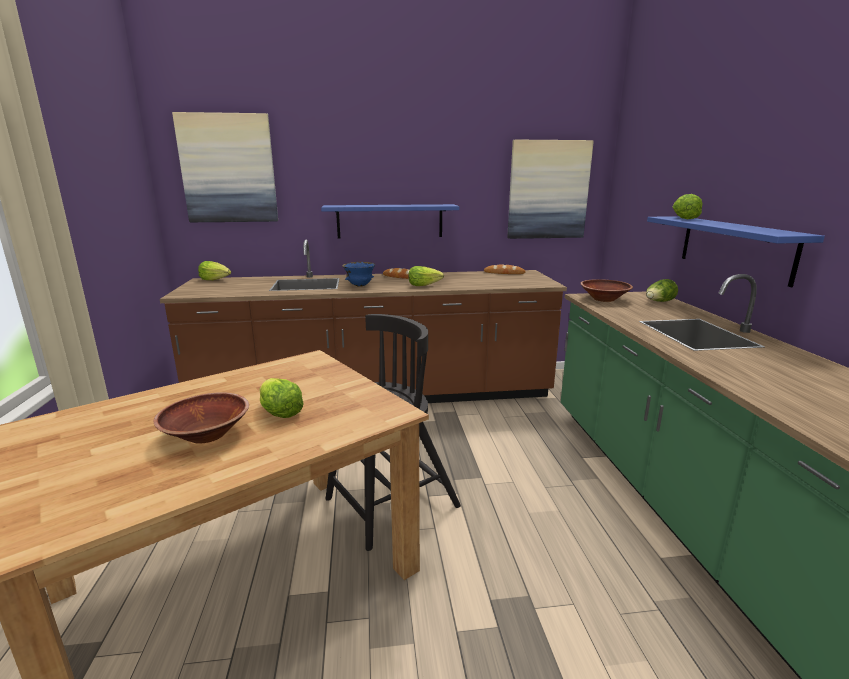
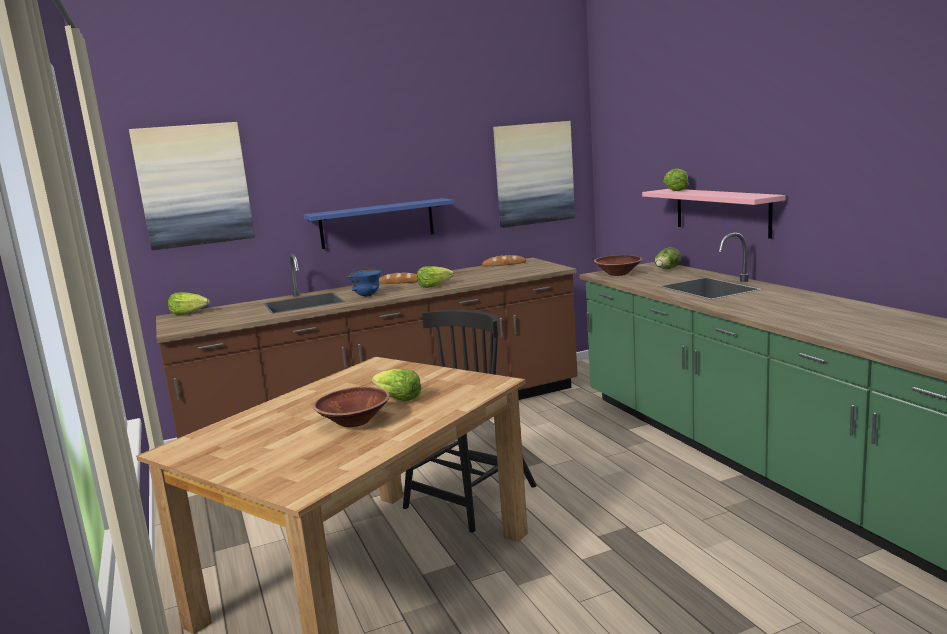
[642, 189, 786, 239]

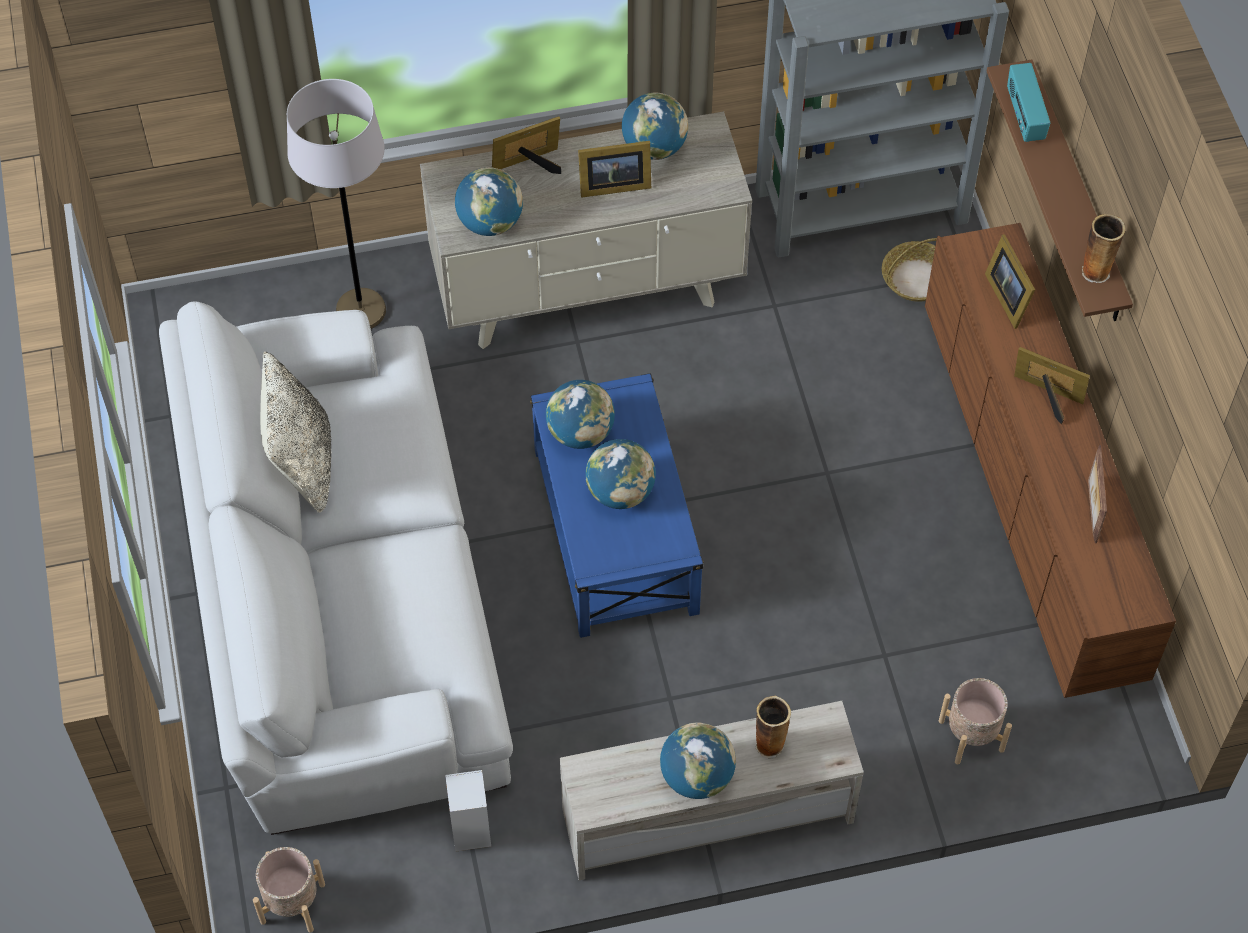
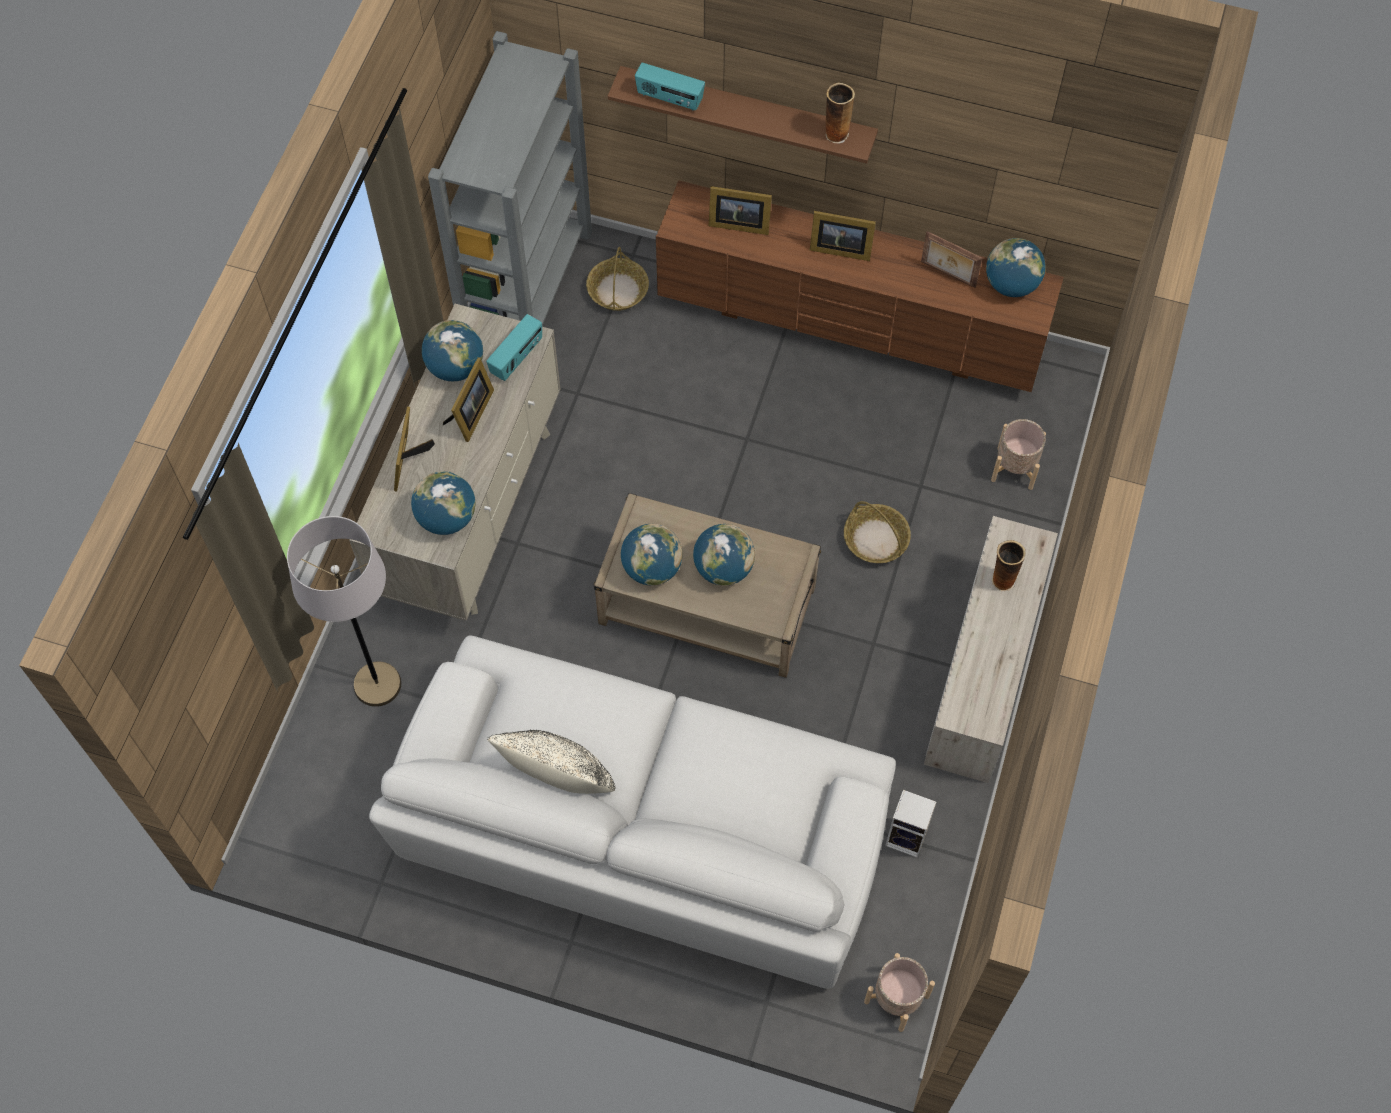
[486, 314, 542, 381]
[594, 493, 821, 678]
[810, 211, 876, 261]
[844, 501, 911, 563]
[986, 238, 1046, 297]

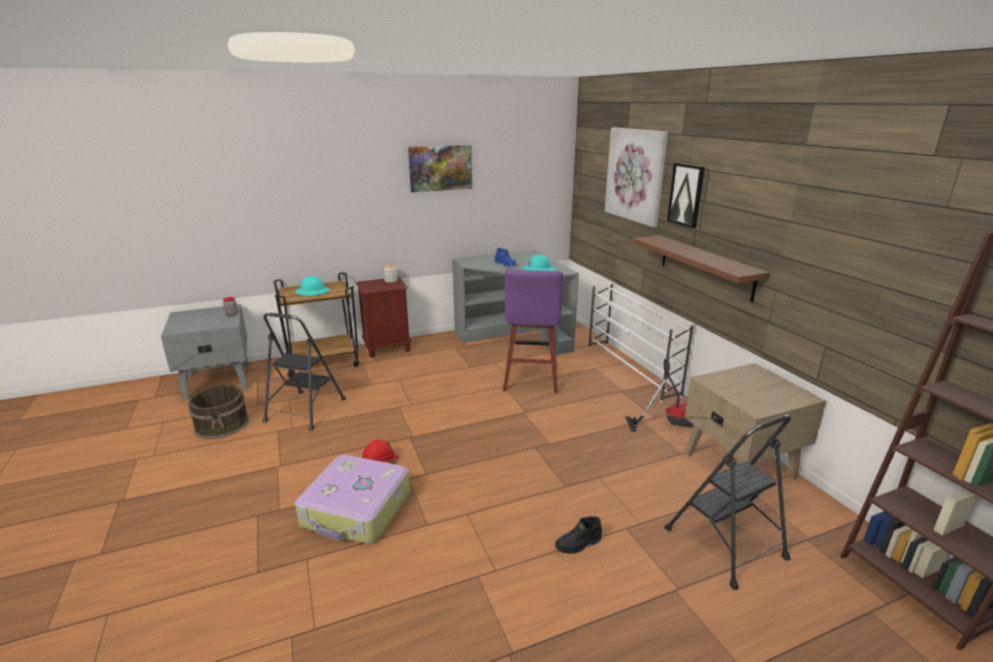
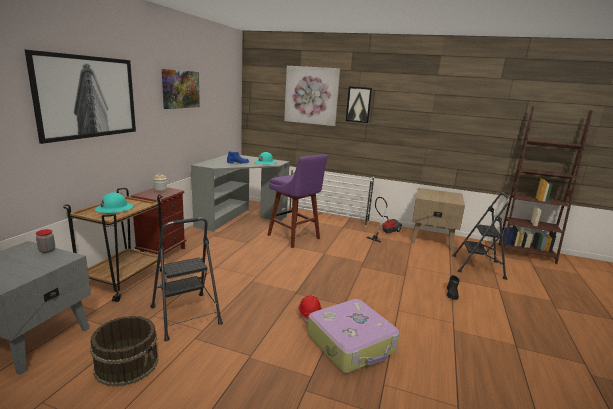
[24, 49, 136, 144]
[633, 235, 770, 302] (first image)

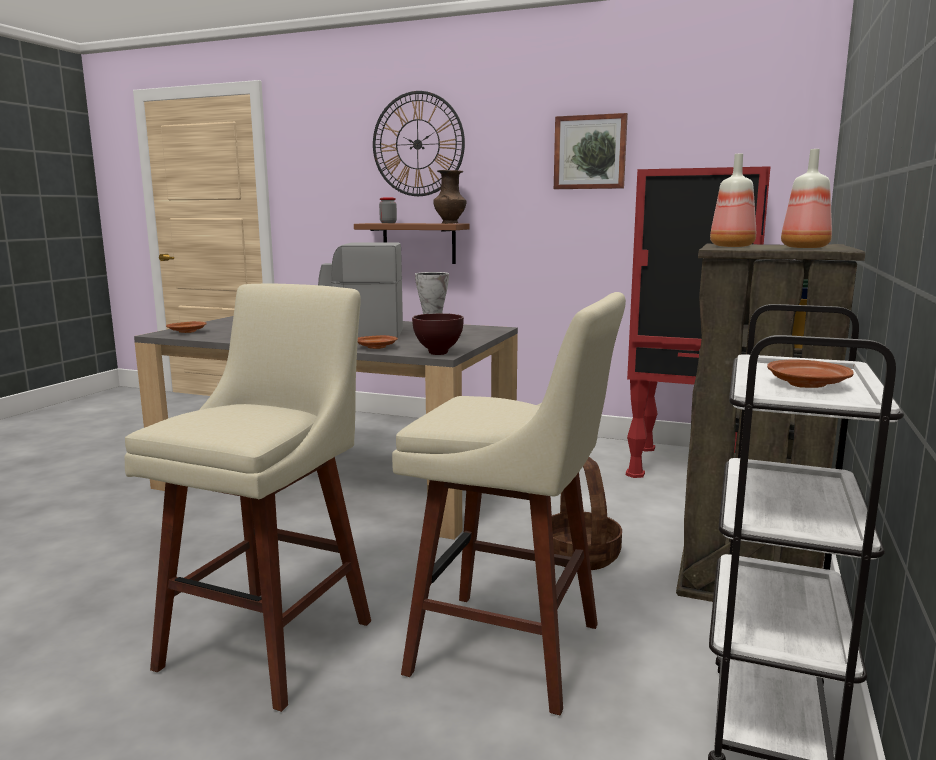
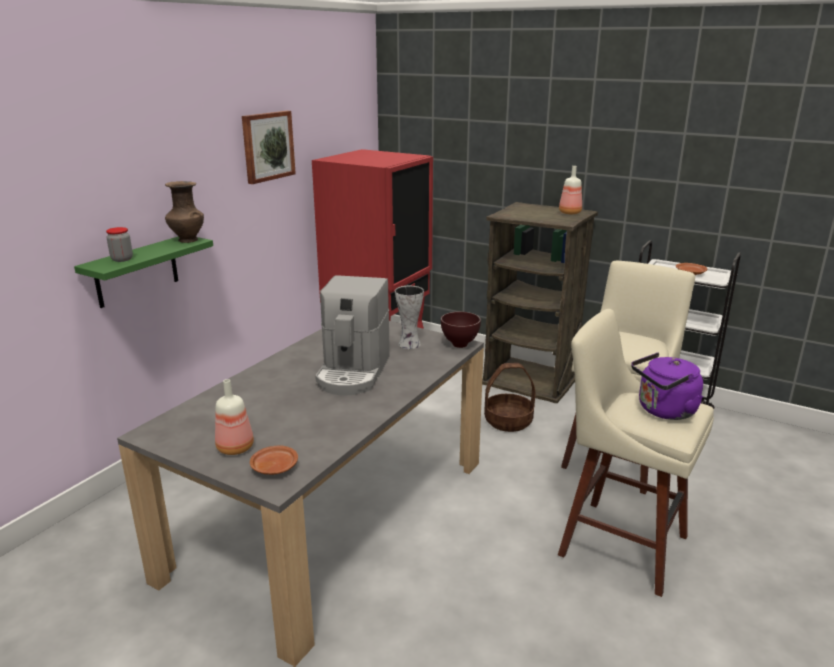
[74, 236, 213, 308]
[215, 379, 254, 455]
[631, 353, 703, 420]
[358, 335, 398, 349] (first image)
[373, 91, 465, 196] (first image)

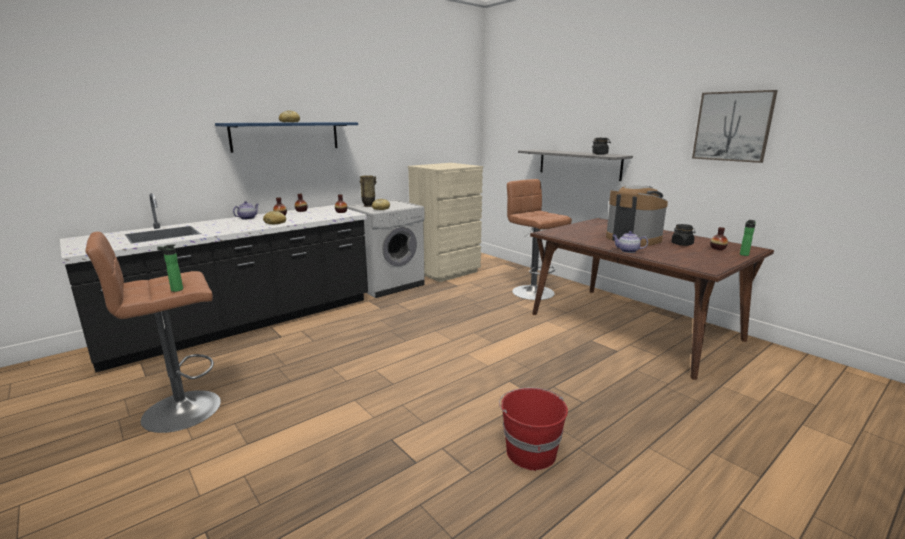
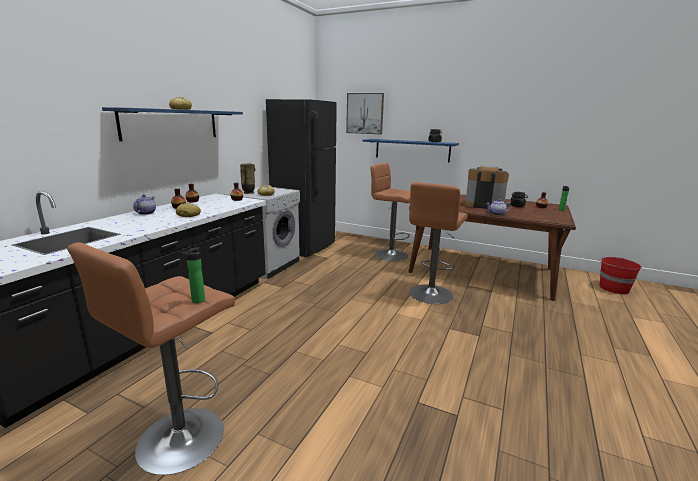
[266, 99, 337, 257]
[346, 93, 384, 134]
[362, 139, 459, 163]
[409, 182, 467, 304]
[599, 257, 641, 294]

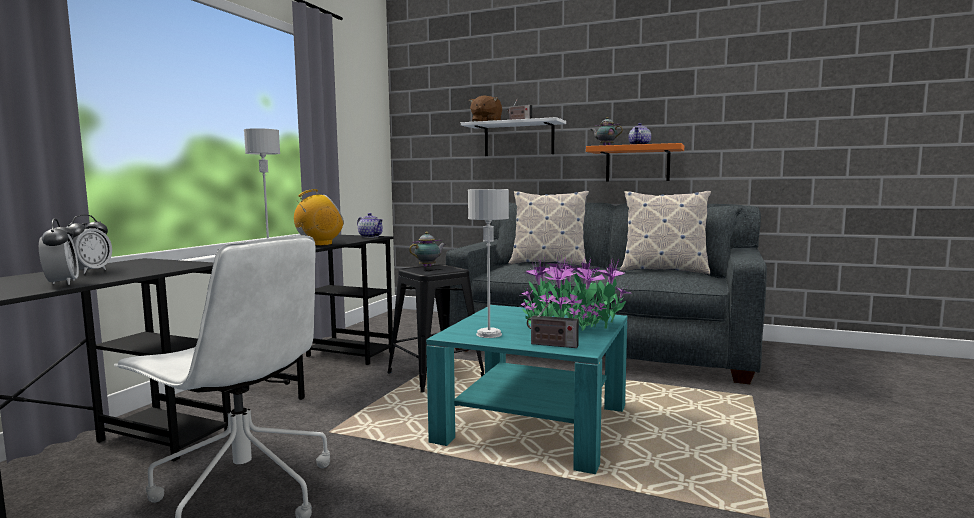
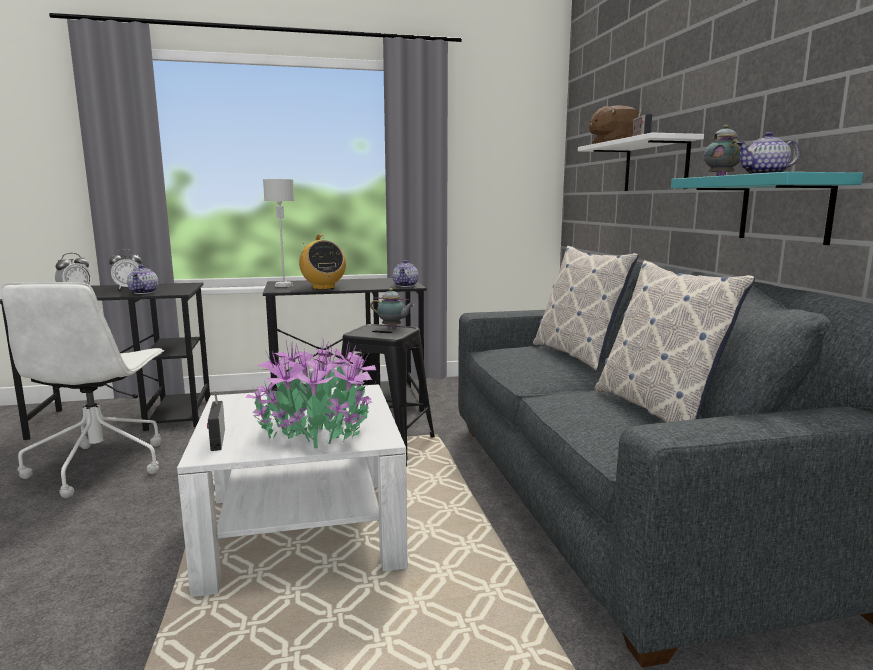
[127, 265, 158, 294]
[177, 384, 408, 597]
[299, 234, 346, 290]
[671, 172, 863, 245]
[468, 189, 509, 338] (first image)

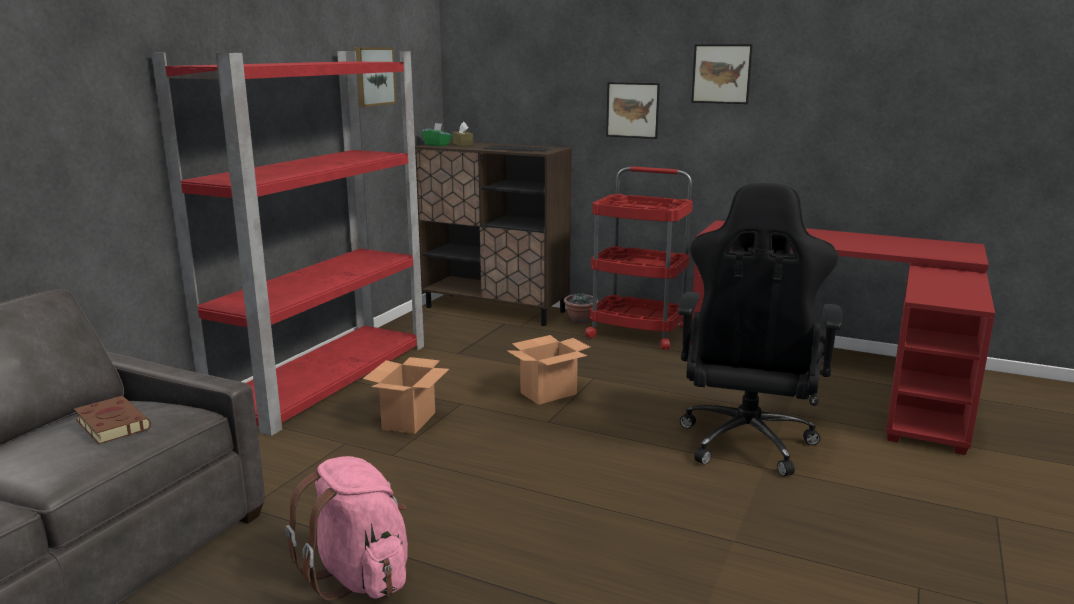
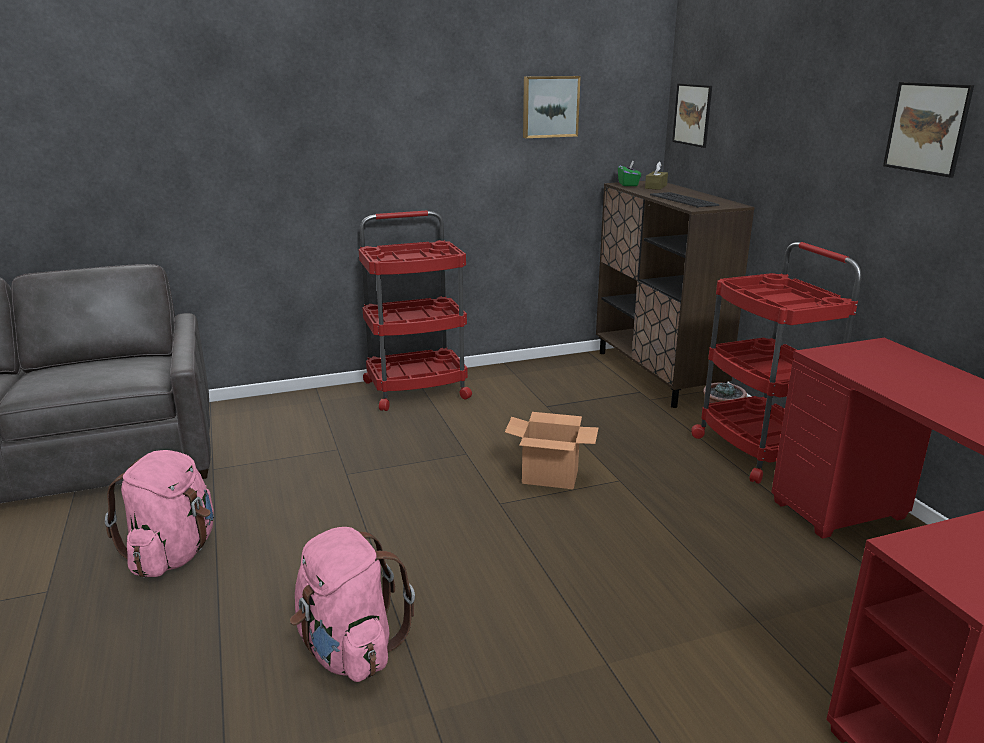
[290, 527, 415, 682]
[359, 211, 472, 411]
[672, 83, 712, 148]
[74, 396, 151, 444] (first image)
[363, 357, 449, 434] (first image)
[678, 183, 843, 476] (first image)

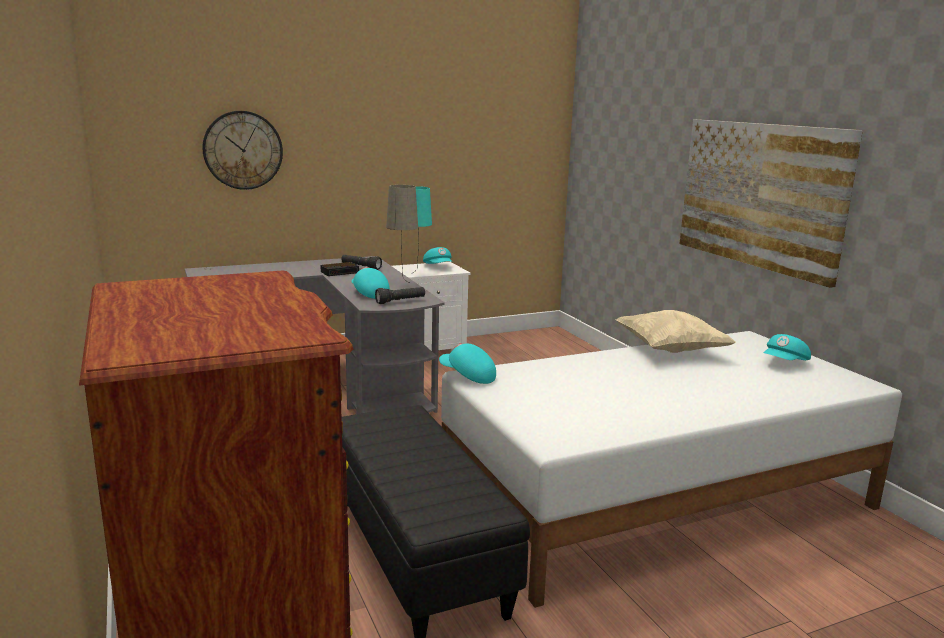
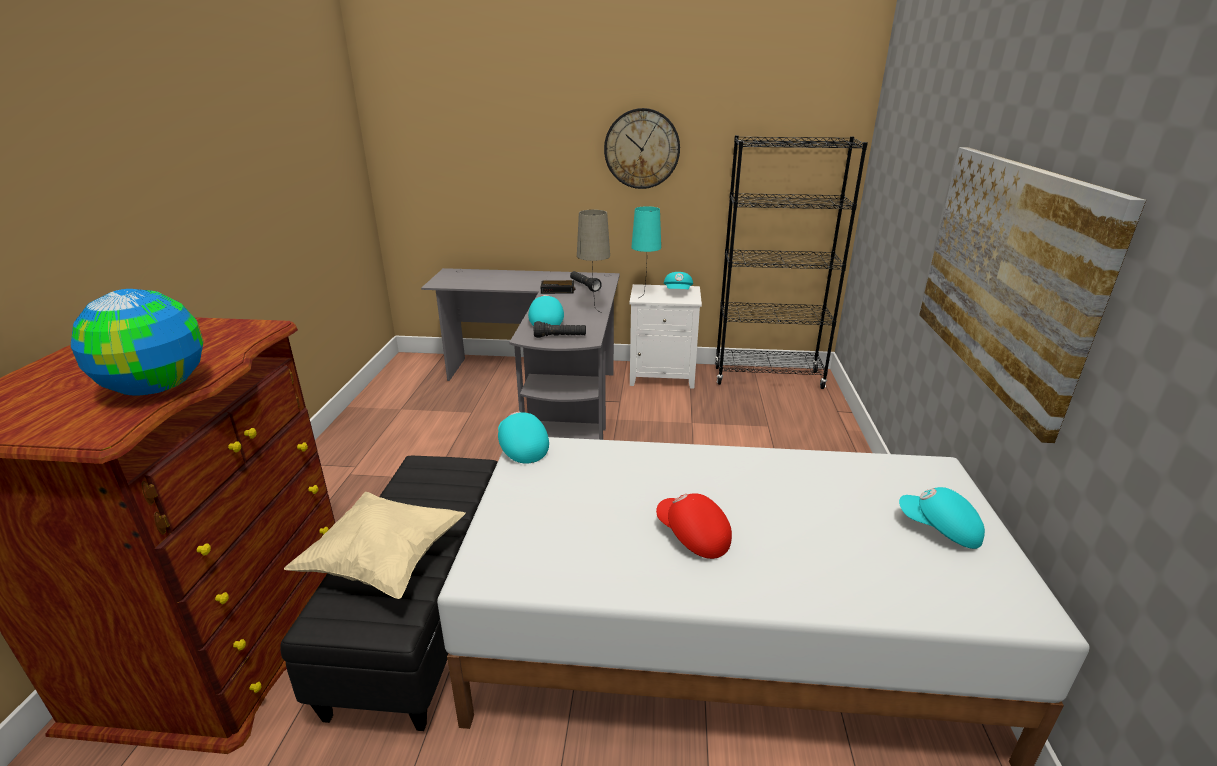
[71, 289, 203, 396]
[284, 492, 466, 599]
[604, 108, 680, 189]
[656, 493, 732, 559]
[715, 135, 868, 389]
[899, 487, 985, 549]

